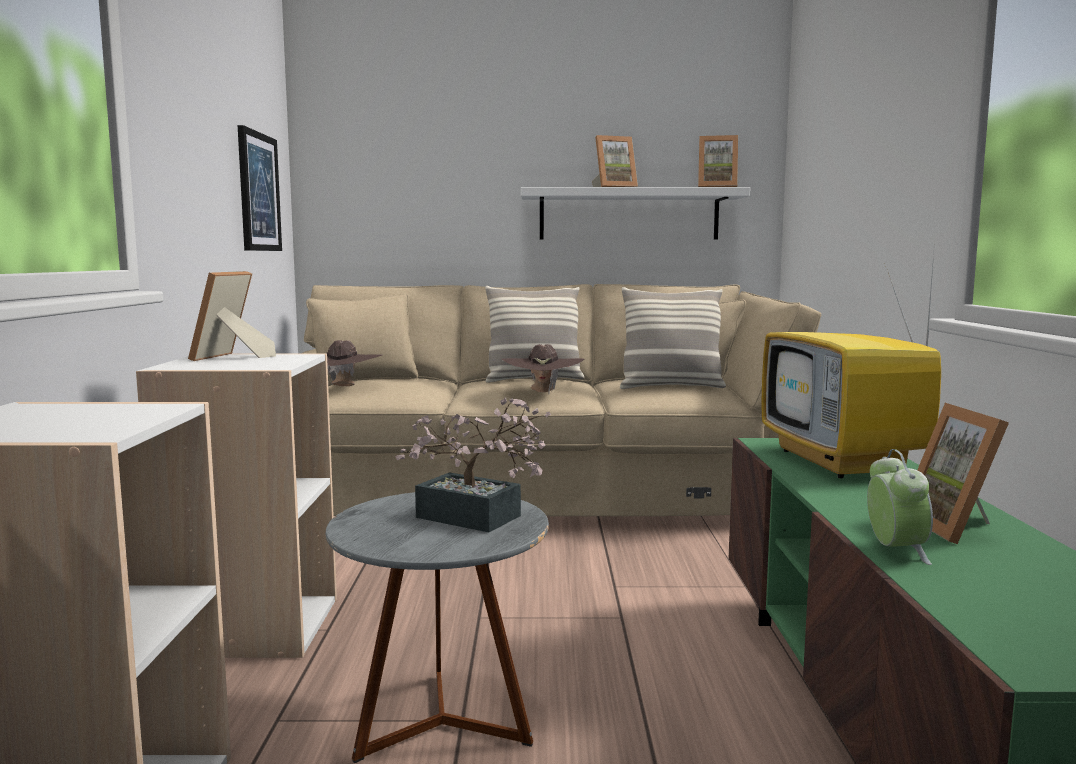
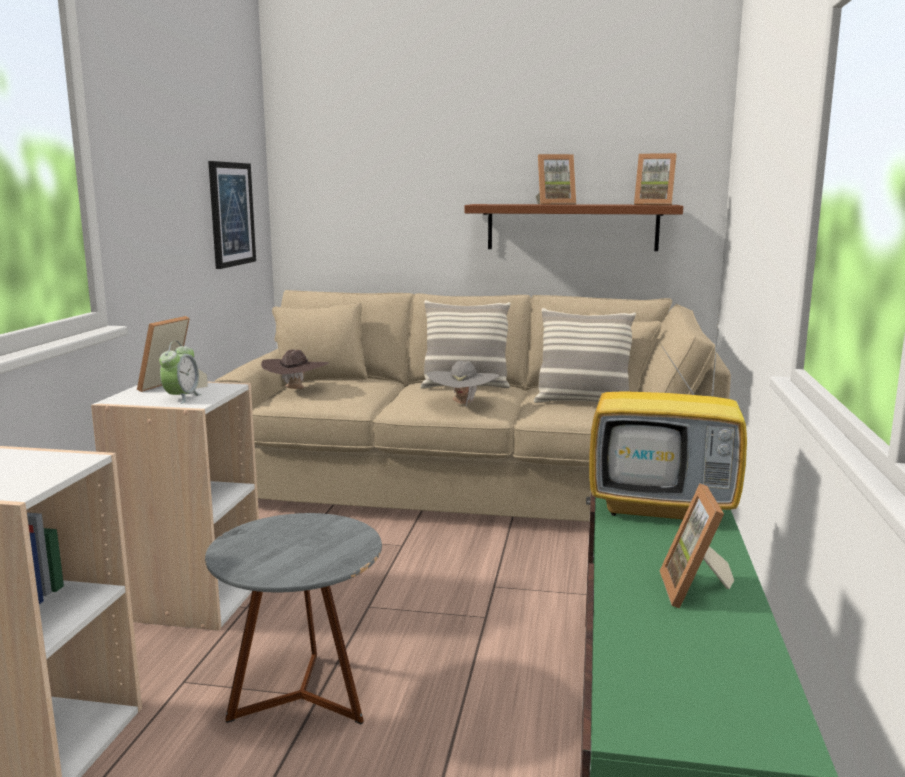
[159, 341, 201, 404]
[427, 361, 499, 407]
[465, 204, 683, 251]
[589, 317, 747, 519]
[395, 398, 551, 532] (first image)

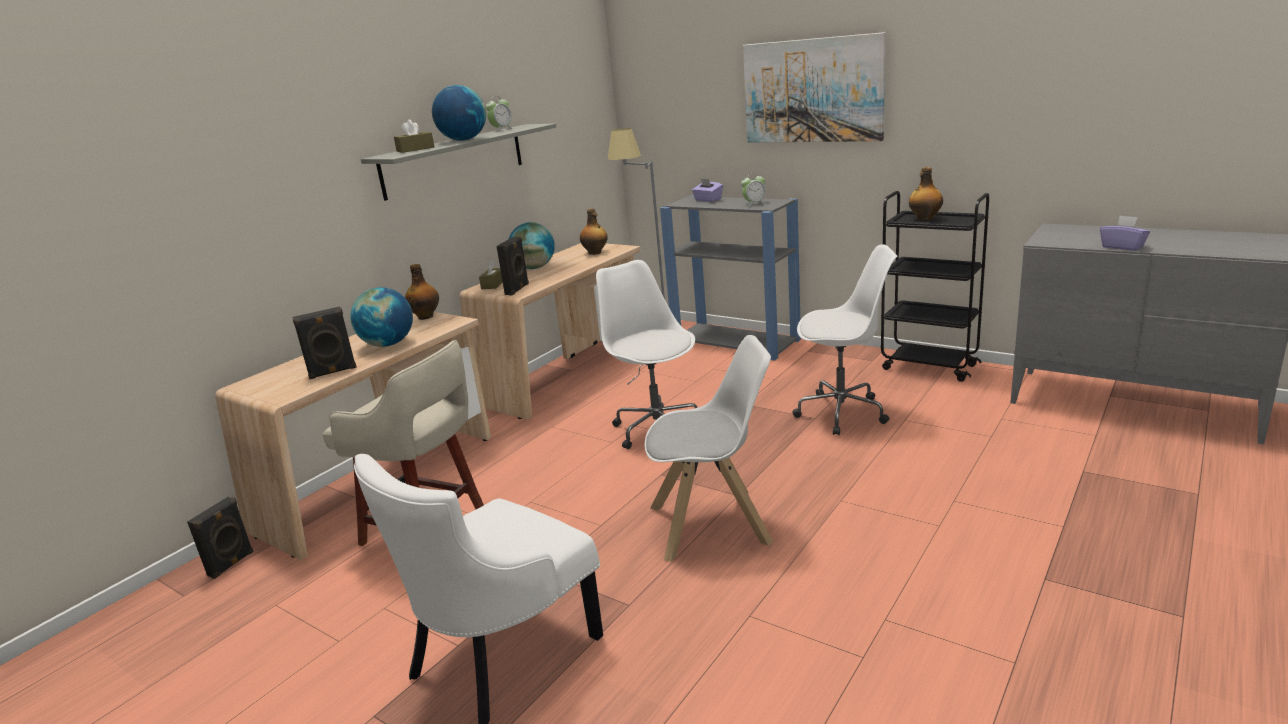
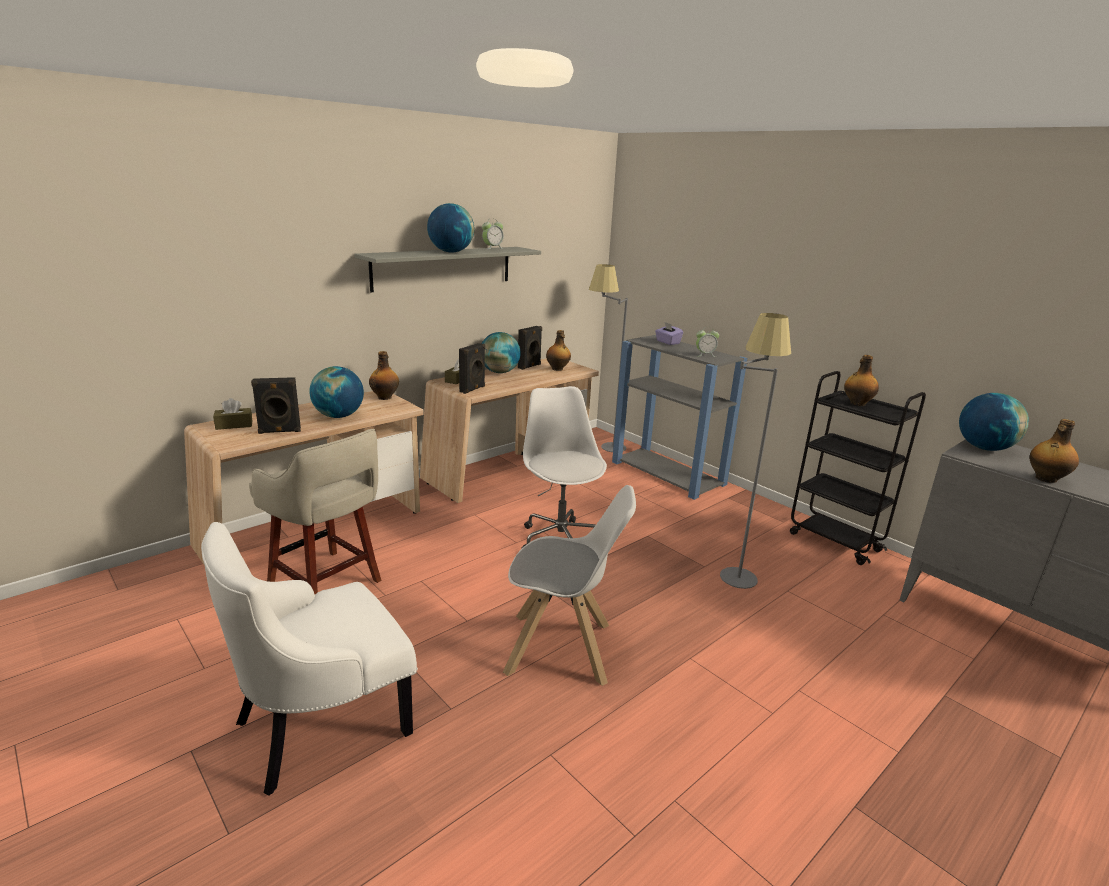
[213, 398, 252, 430]
[518, 326, 542, 370]
[720, 313, 791, 589]
[959, 393, 1029, 451]
[1030, 419, 1079, 483]
[743, 32, 885, 143] (first image)

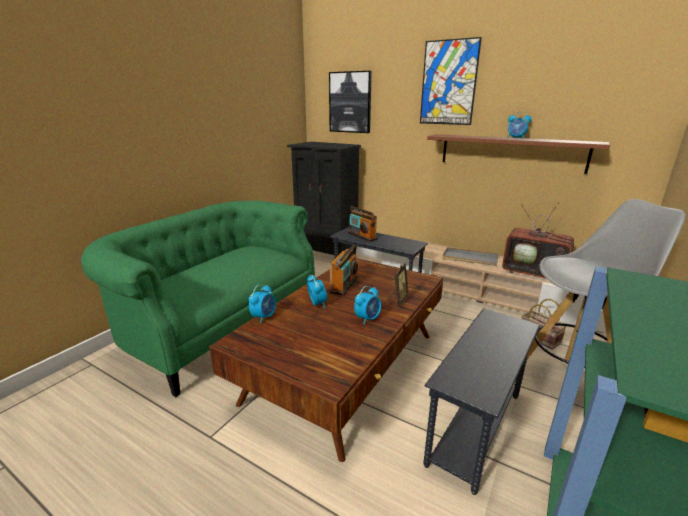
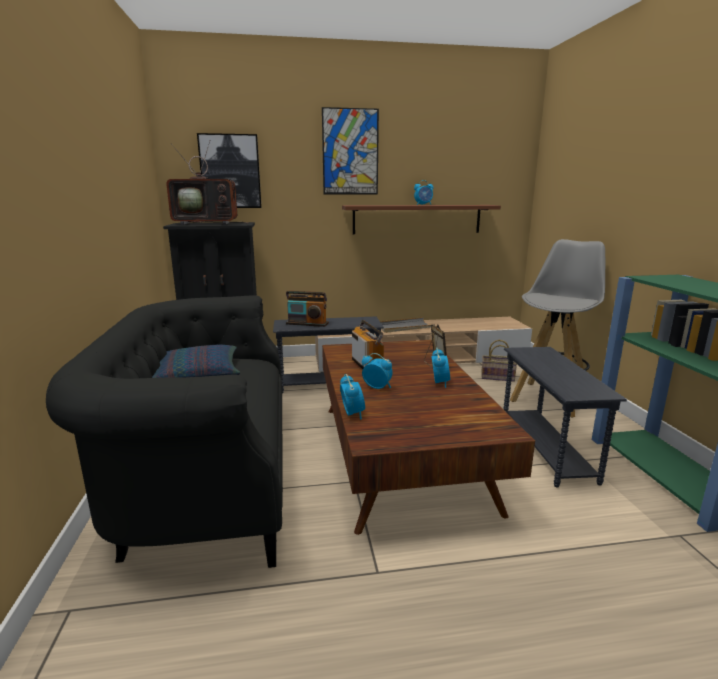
[46, 295, 283, 568]
[152, 345, 240, 378]
[166, 140, 249, 225]

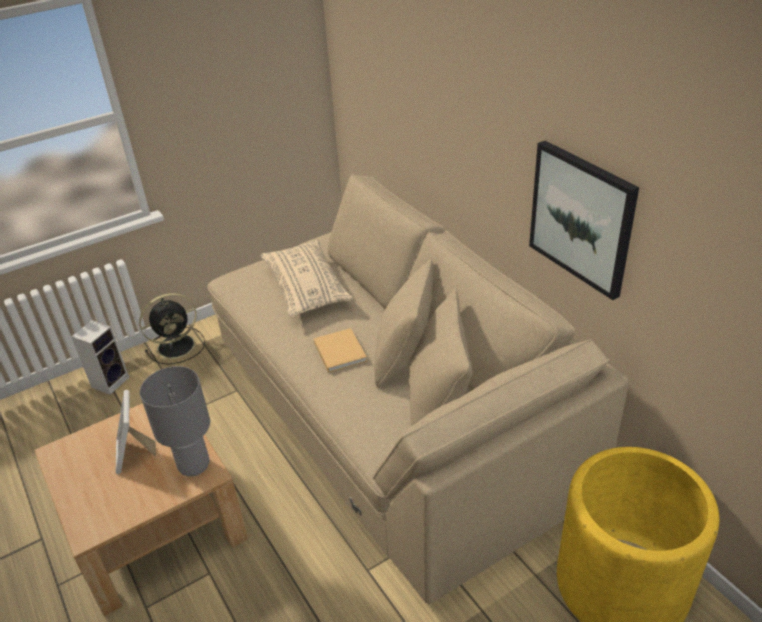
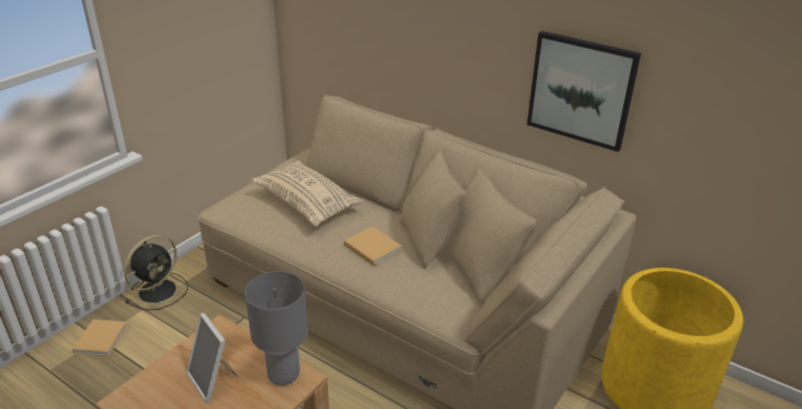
[72, 319, 127, 356]

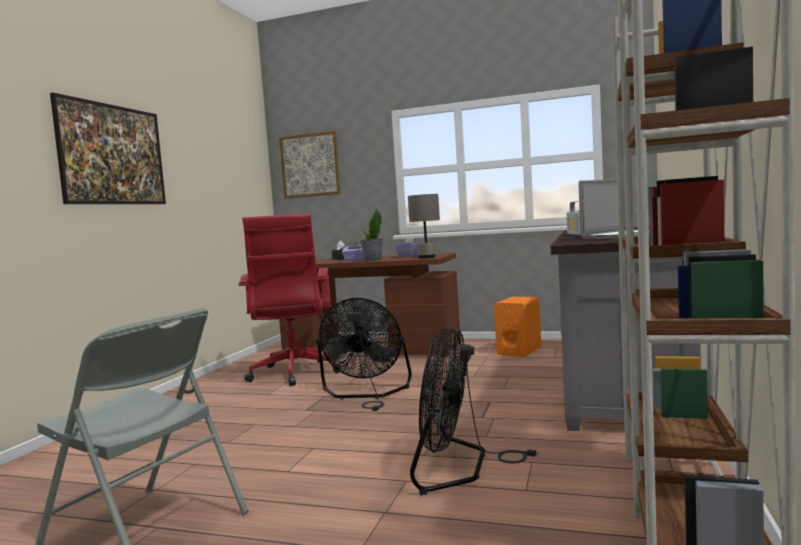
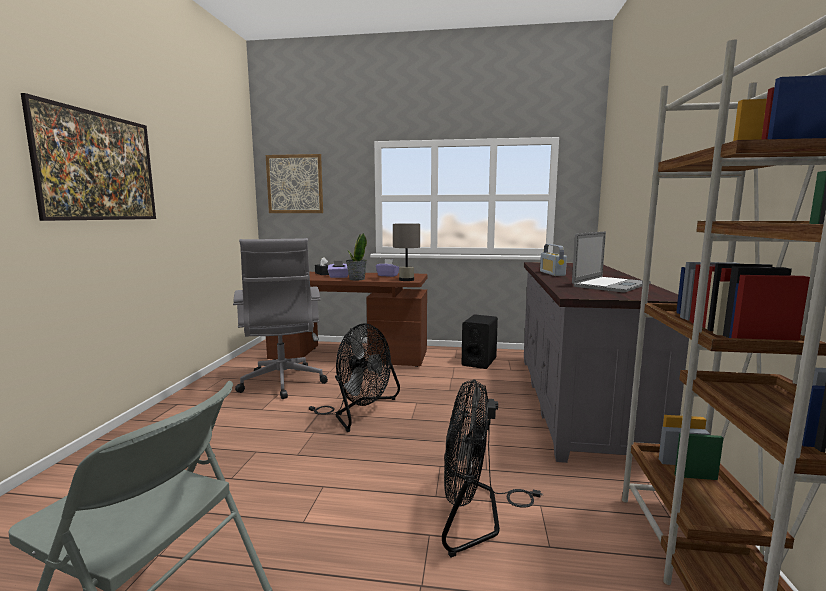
[233, 238, 328, 399]
[309, 323, 400, 432]
[462, 314, 498, 369]

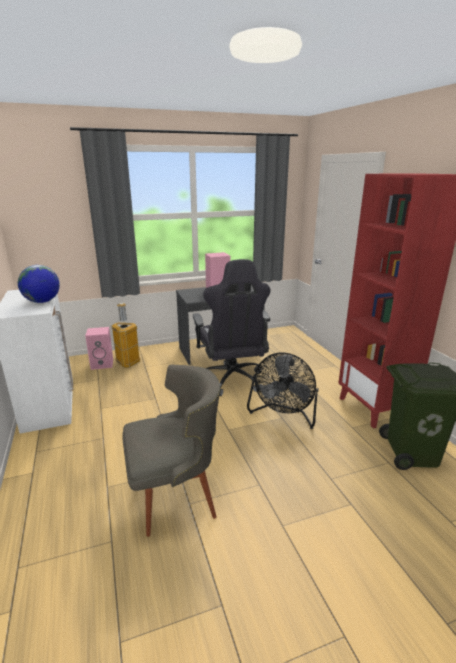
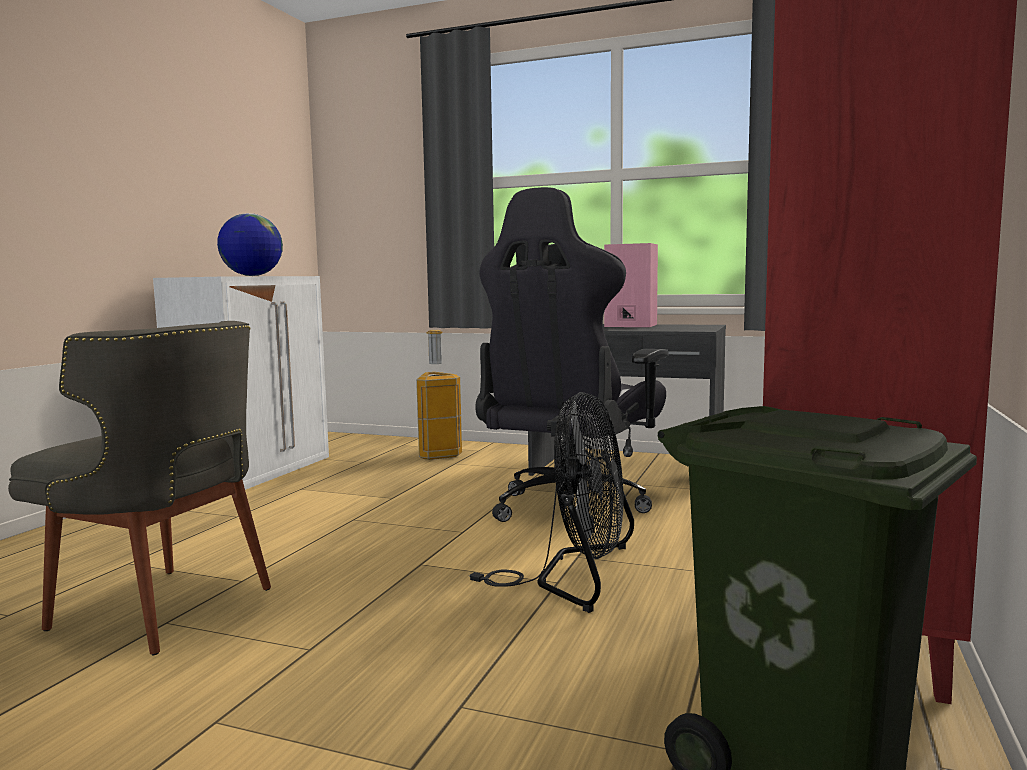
[470, 392, 634, 613]
[85, 327, 113, 370] (first image)

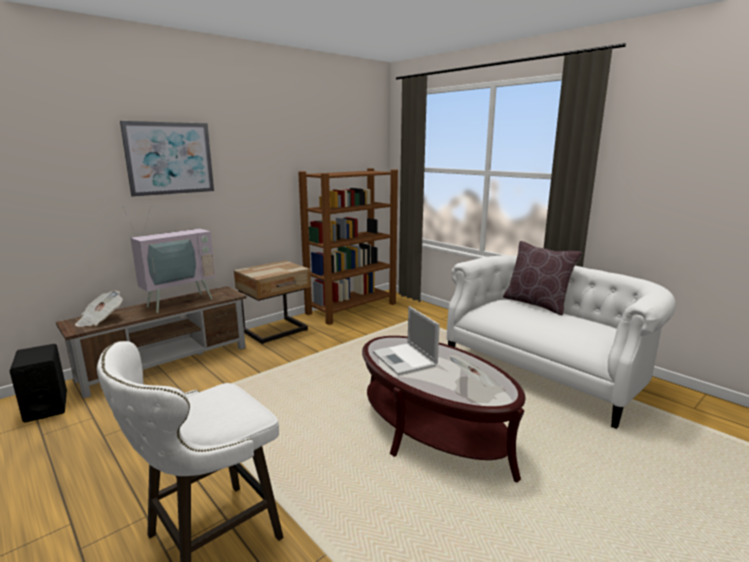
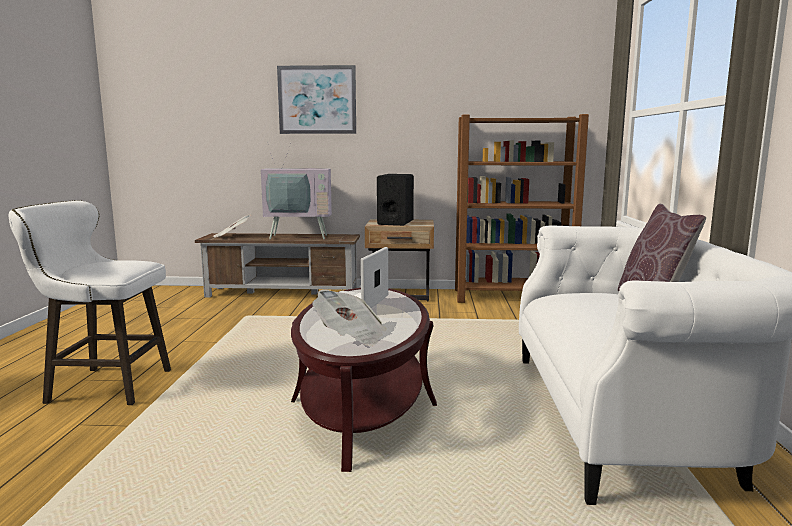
[377, 174, 414, 226]

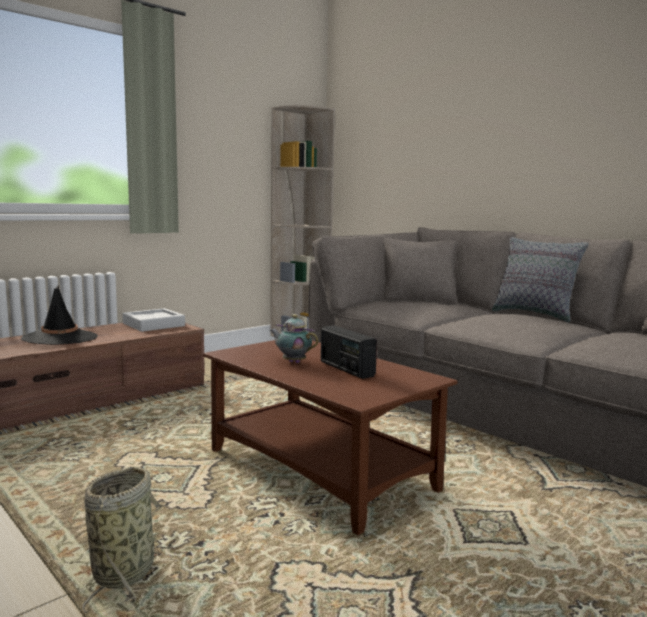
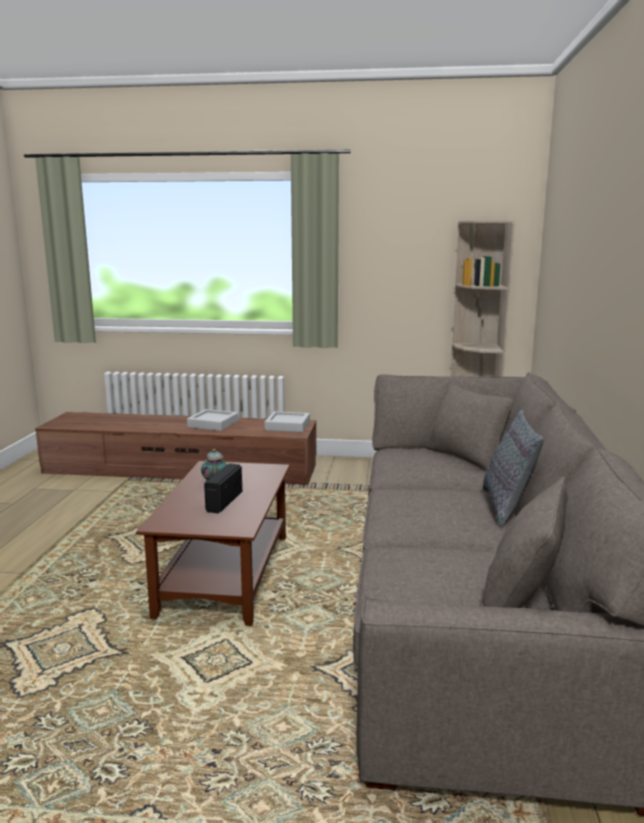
[187, 409, 239, 431]
[82, 466, 163, 613] (first image)

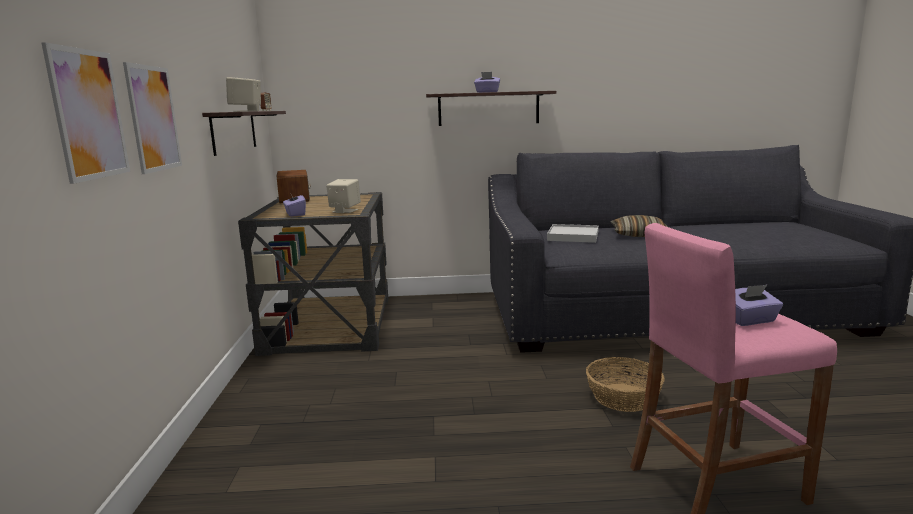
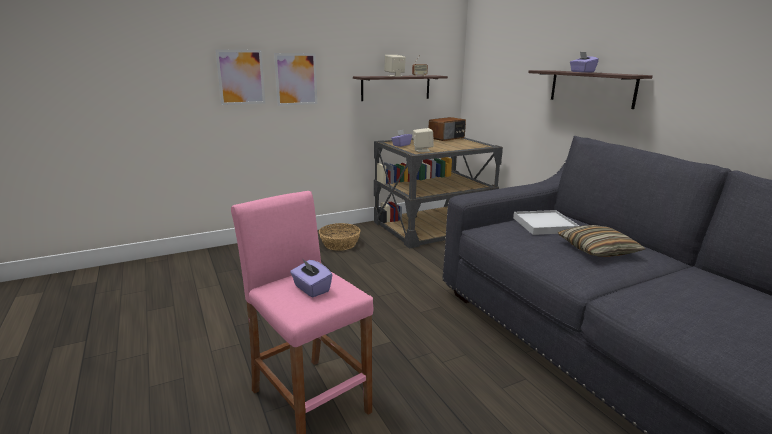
[319, 223, 360, 251]

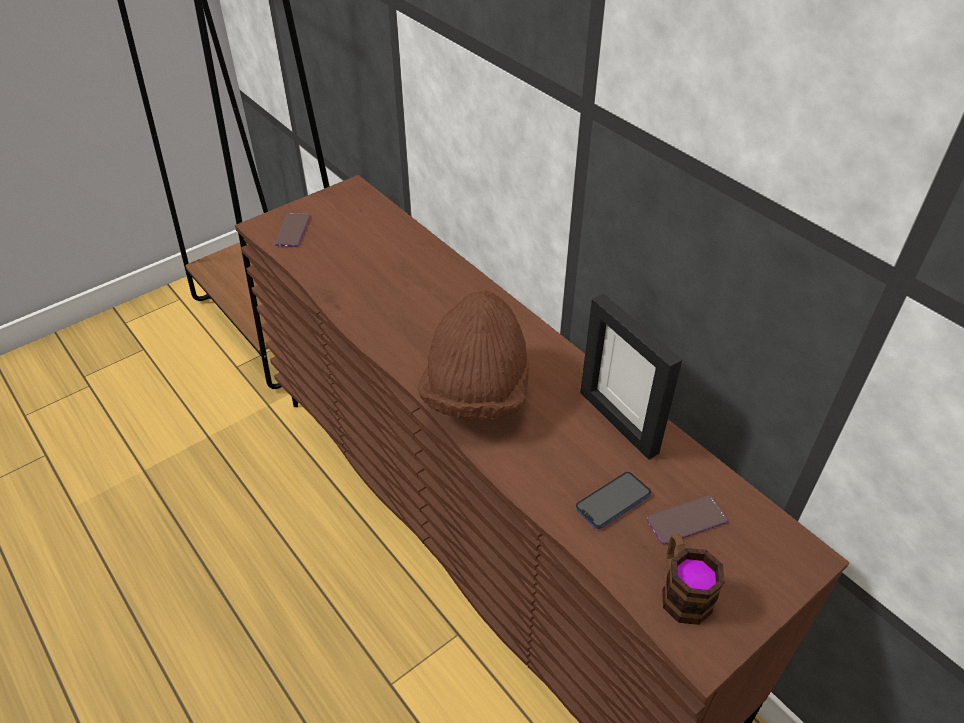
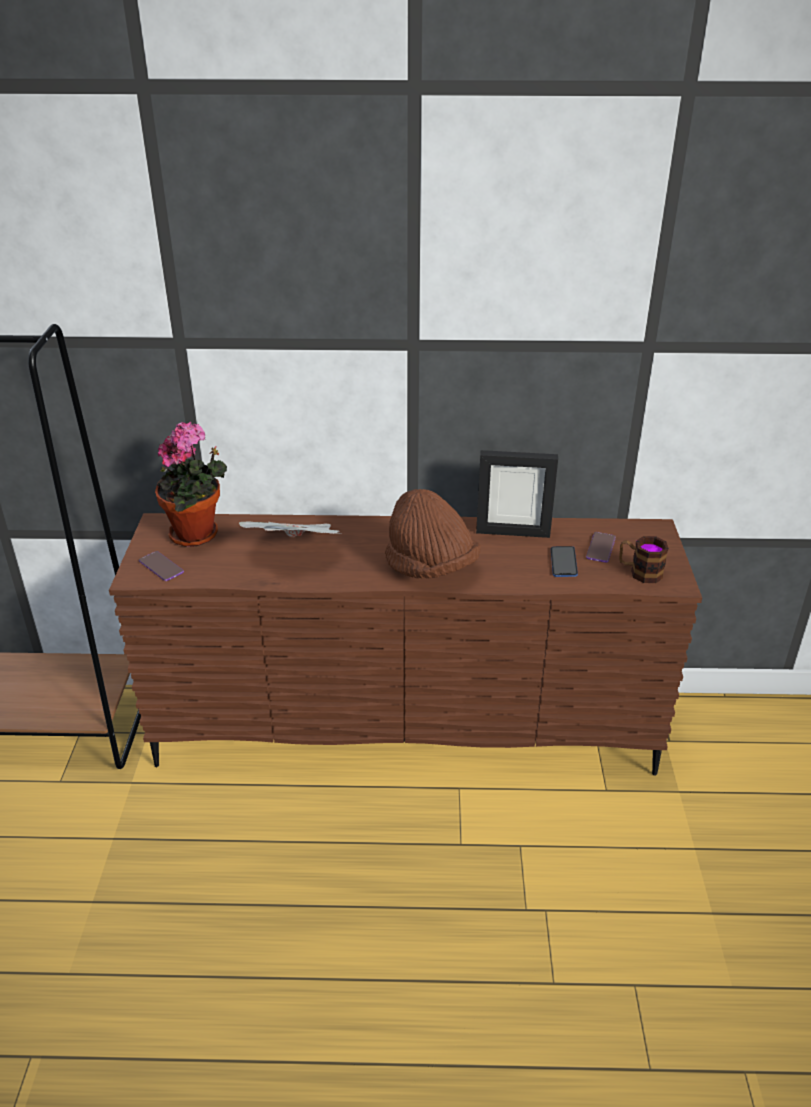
[155, 422, 227, 547]
[239, 522, 341, 537]

